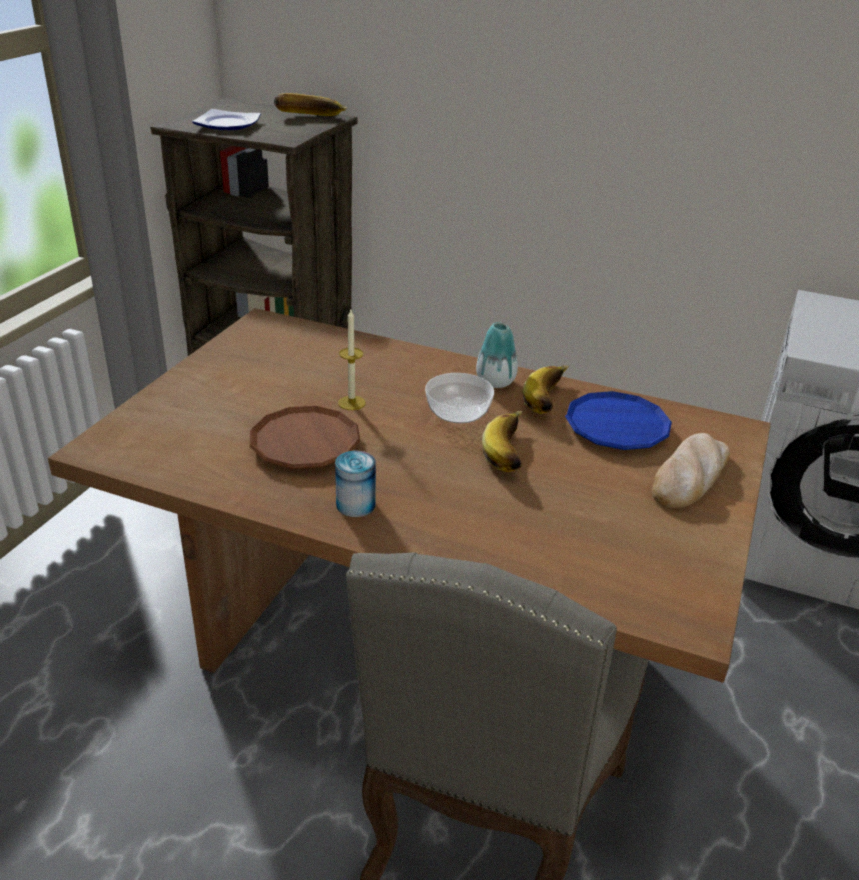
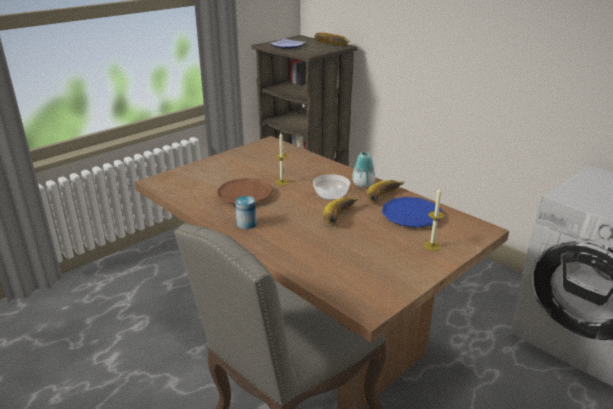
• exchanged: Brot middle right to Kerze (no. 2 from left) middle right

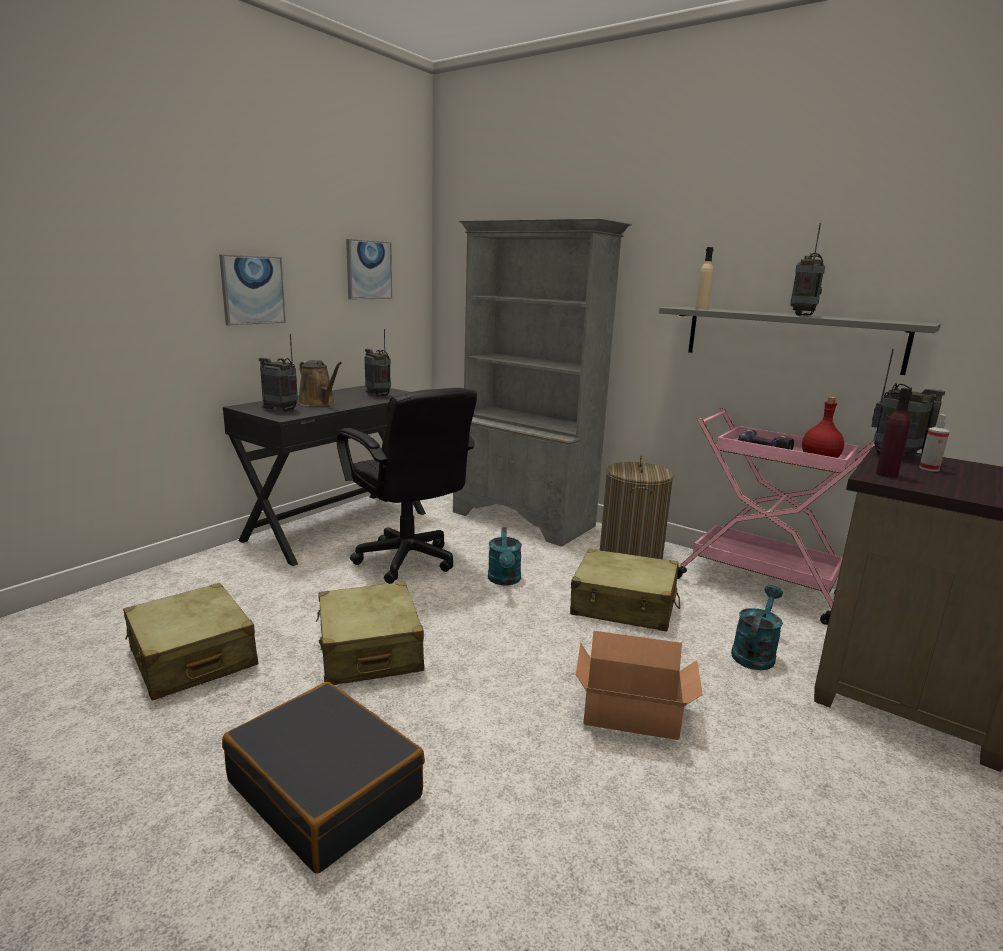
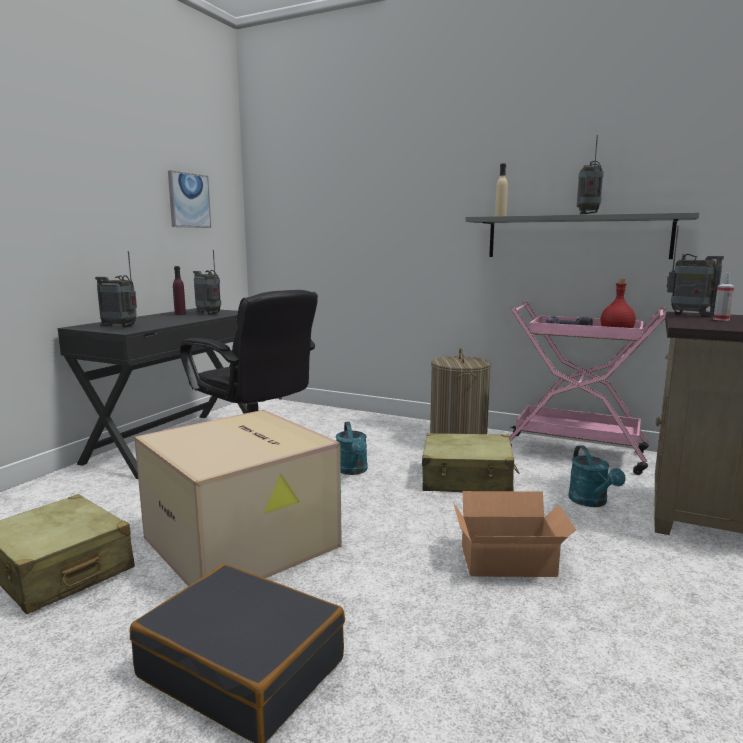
• missing: Bücherregal/grau centre
• missing: Bild (no. 1 from left) top left
• missing: Gießkanne/braun middle left
• relocated: Flasche/lila middle right to middle left
• exchanged: Koffer/beige (no. 2 from left) centre to Karton (no. 1 from left) bottom left
• spun: Gießkanne/türkis (no. 2 from left) middle right = middle right 150 degrees clockwise

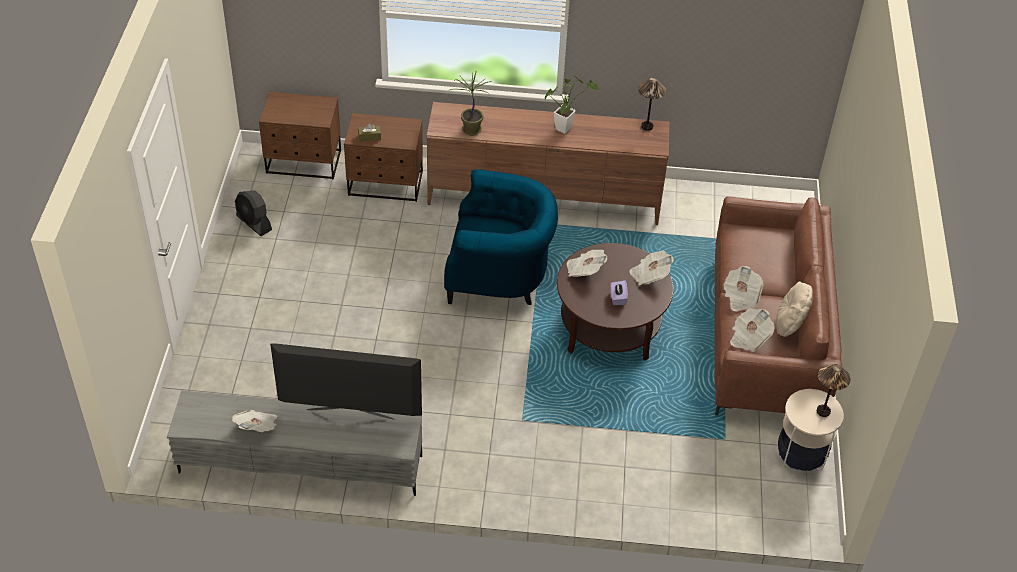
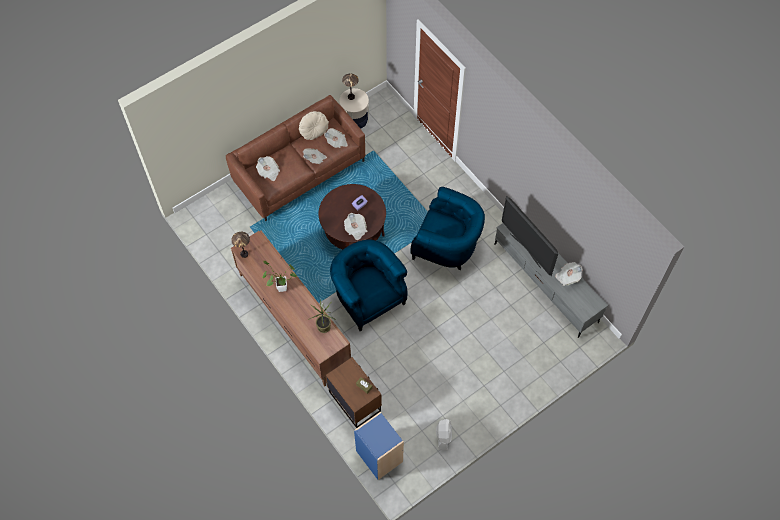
• exchanged: Nachttisch/braun (no. 1 from left) top left to Bücherregal/blau bottom centre
• colour: Ventilator/schwarz middle left to Ventilator/weiß bottom centre
• relocated: Zeitung (no. 3 from left in the first image) centre to Zeitung (no. 1 from left) top centre
• appeared: Sessel/blau (no. 2 from left) centre

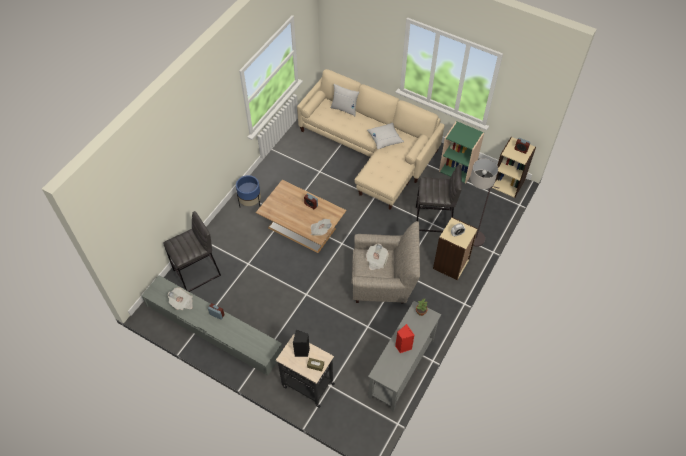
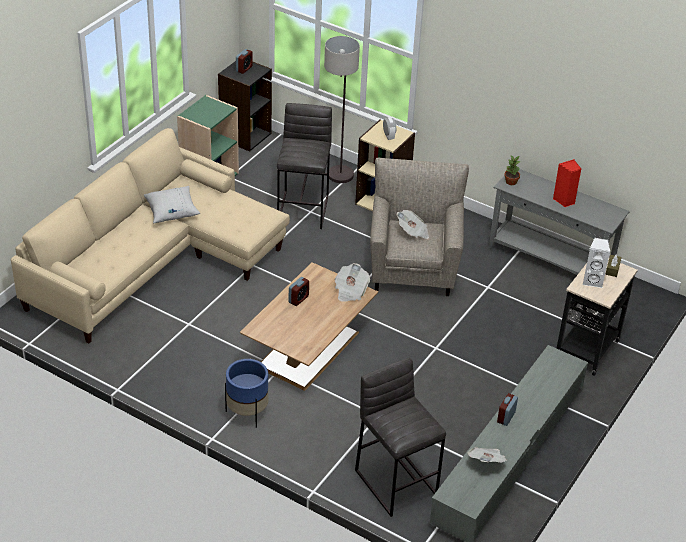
• missing: Kissen/grau (no. 1 from left) top centre
• colour: Bücherregal/beige (no. 2 from left) middle right to Bücherregal/schwarz top centre
• colour: Lautsprecher/schwarz bottom centre to Lautsprecher/weiß middle right

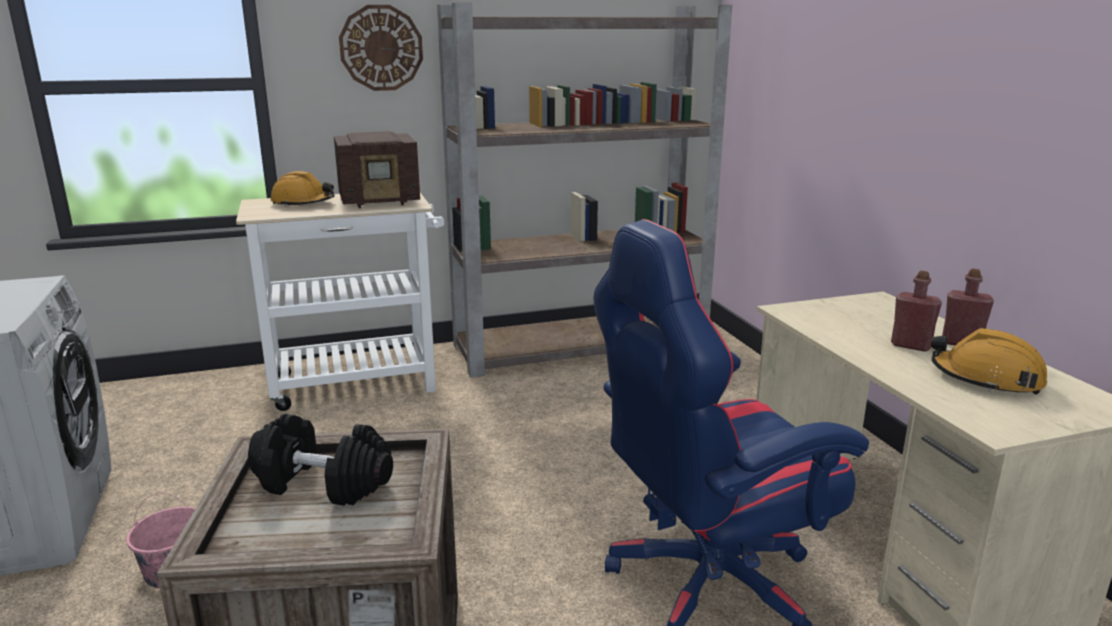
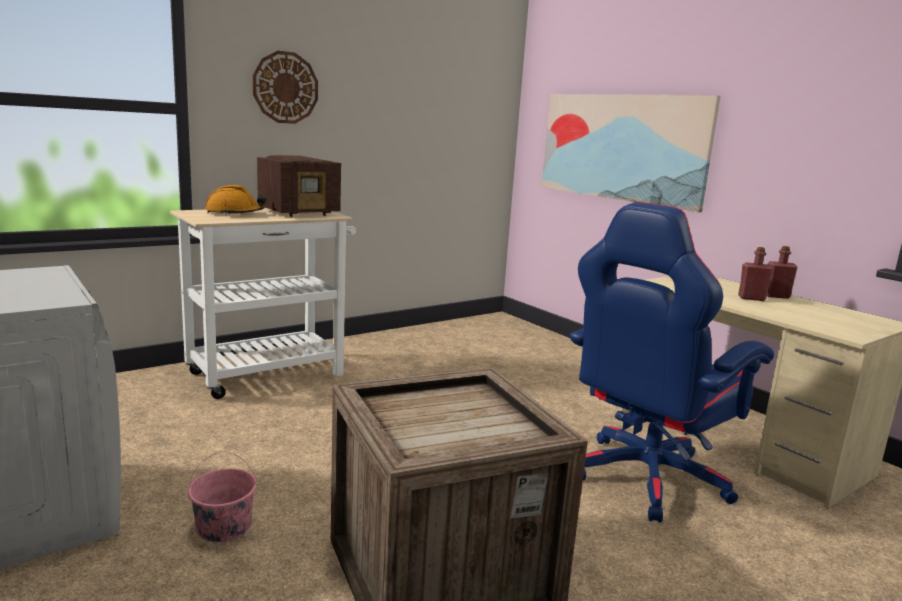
• missing: Bücherregal/braun top centre
• missing: Schutzhelm/orange (no. 2 from left) middle right
• missing: Hantel/schwarz bottom left
• appeared: Bild top right

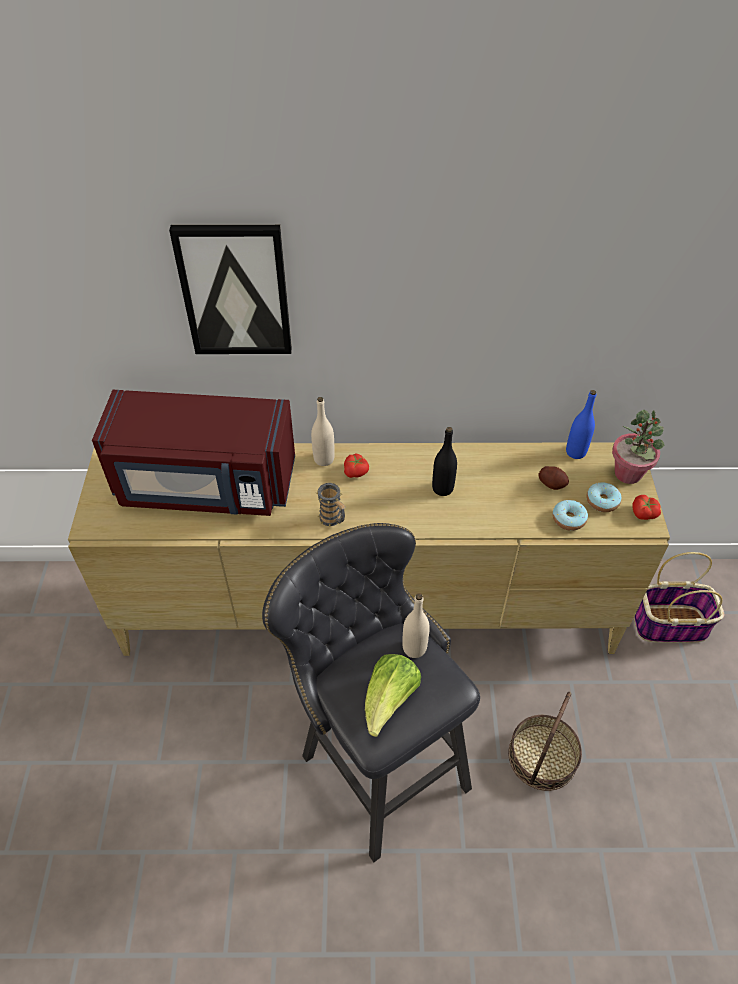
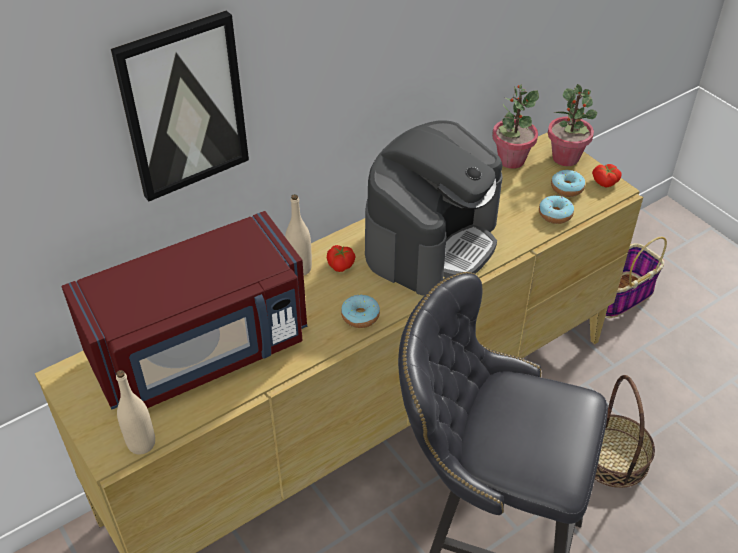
• exchanged: Flasche/blau middle right to Topfpflanze (no. 1 from left) top right
• exchanged: Flasche/schwarz centre to Kaffeemaschine centre
• missing: Kartoffel middle right
• exchanged: Henkelbecher centre to Donut (no. 1 from left) centre
• relocated: Flasche/beige (no. 2 from left in the first image) centre to Flasche/beige (no. 1 from left) bottom left
• missing: Salatkopf bottom centre

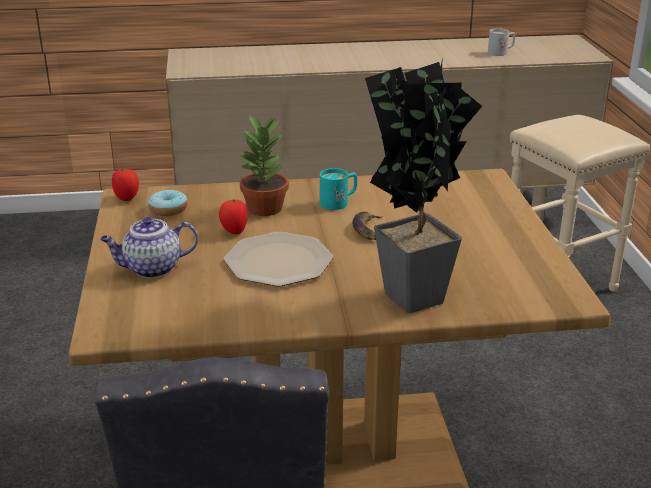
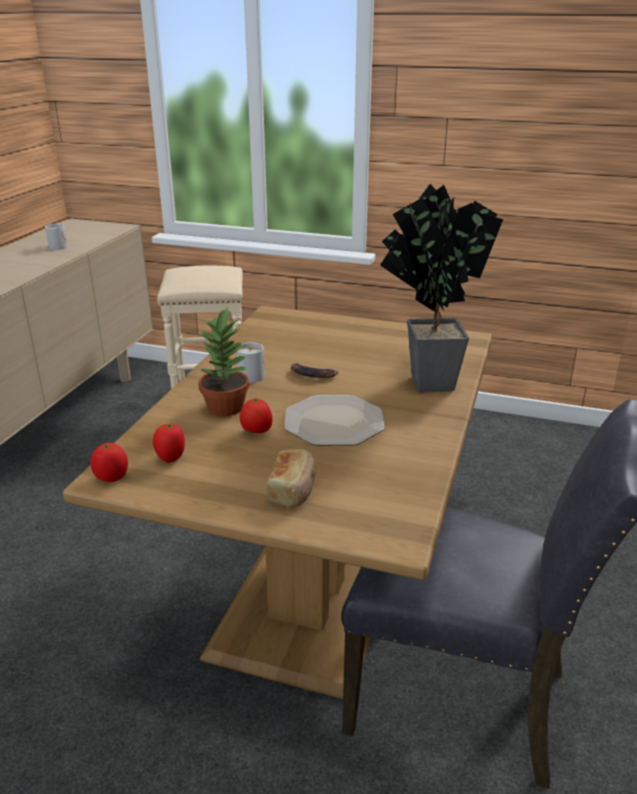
• colour: Henkelbecher/türkis centre to Henkelbecher/weiß (no. 2 from left) centre
• exchanged: Donut middle left to Tomate (no. 2 from left) middle left
• exchanged: Teekanne middle left to Brot centre

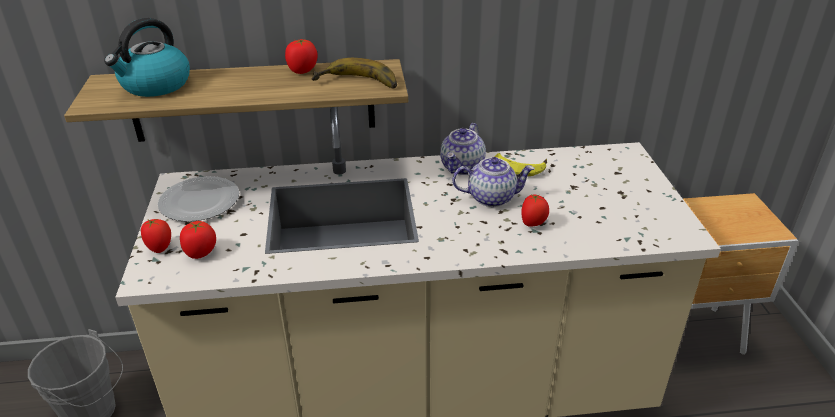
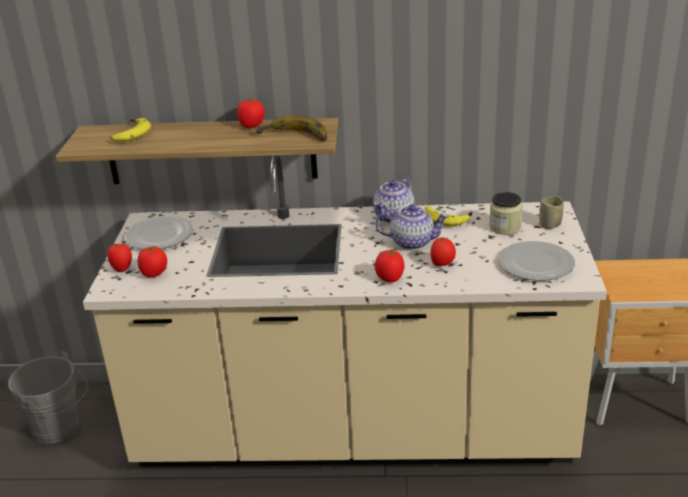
• exchanged: Wasserkessel top left to Banane (no. 1 from left) top left
• appeared: Vorratsglas middle right
• appeared: Tasse middle right
• appeared: Teller (no. 2 from left) middle right
• appeared: Tomate (no. 4 from left) centre

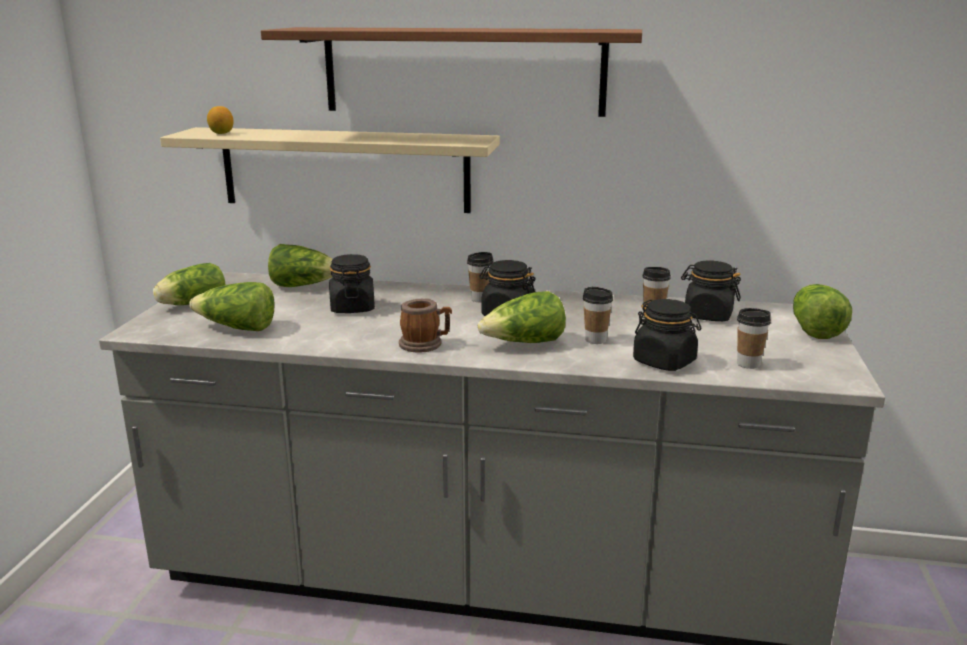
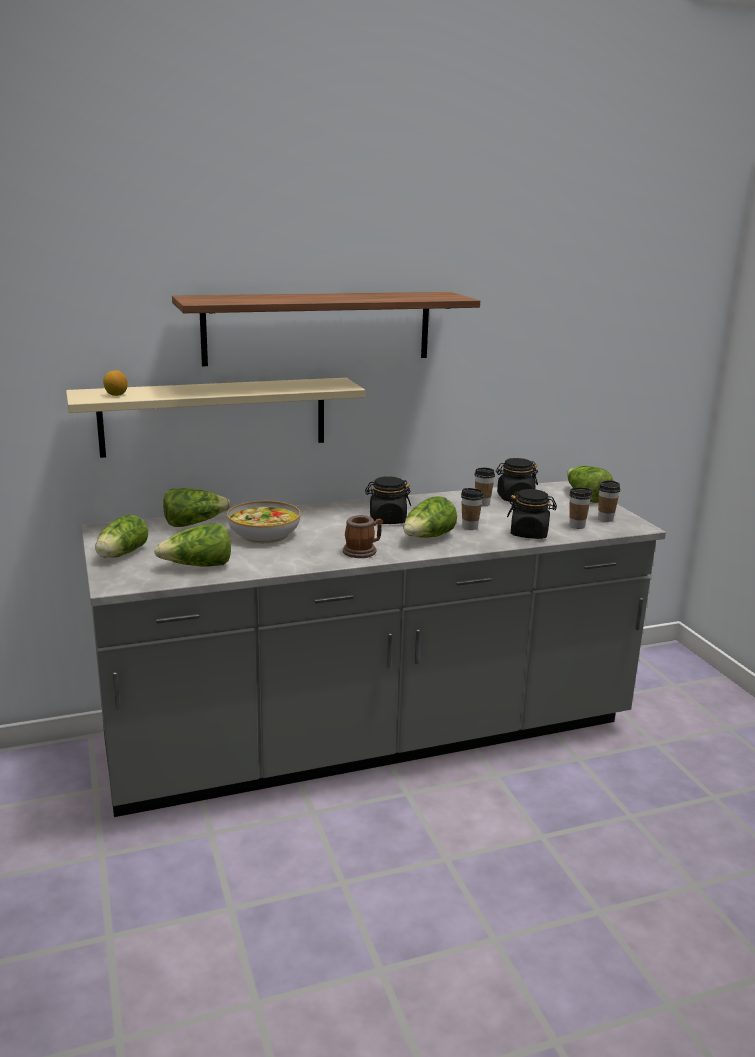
• relocated: Tasse (no. 1 from left in the first image) centre to Tasse (no. 4 from left) middle right
• exchanged: Vorratsglas/schwarz (no. 1 from left) centre to Schüssel centre

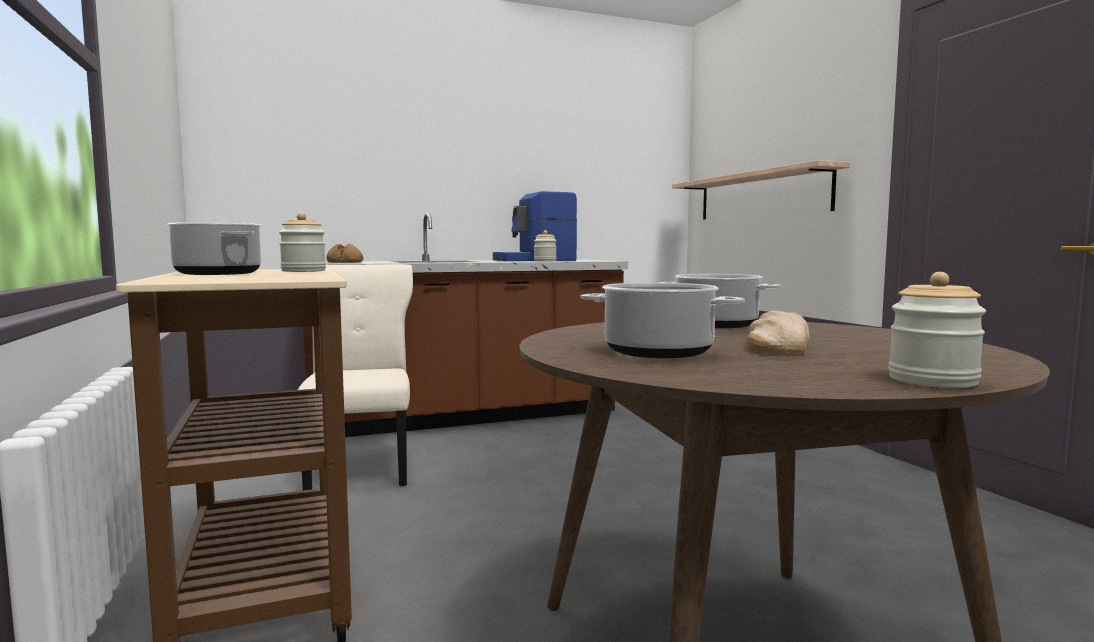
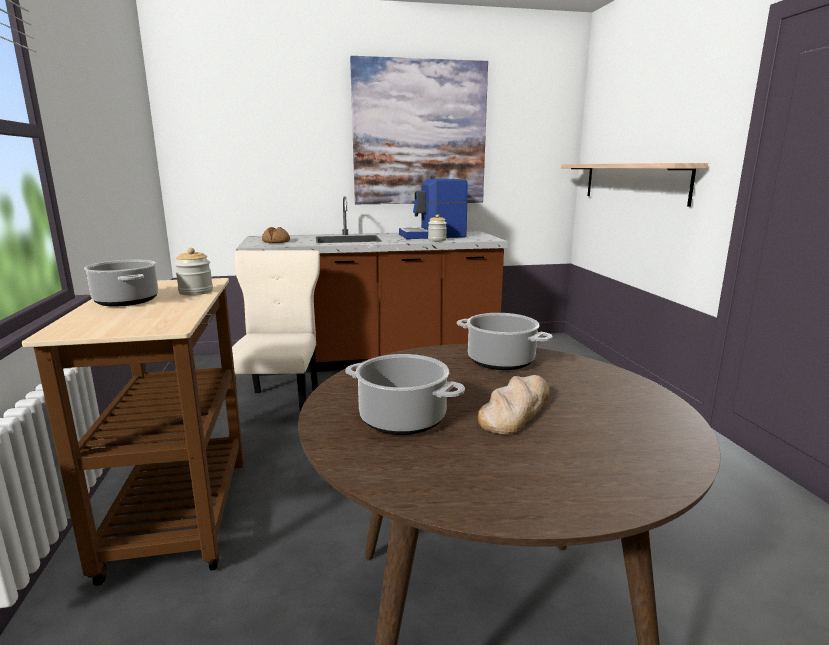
• missing: Vorratsglas (no. 3 from left) middle right
• appeared: Bild top centre

